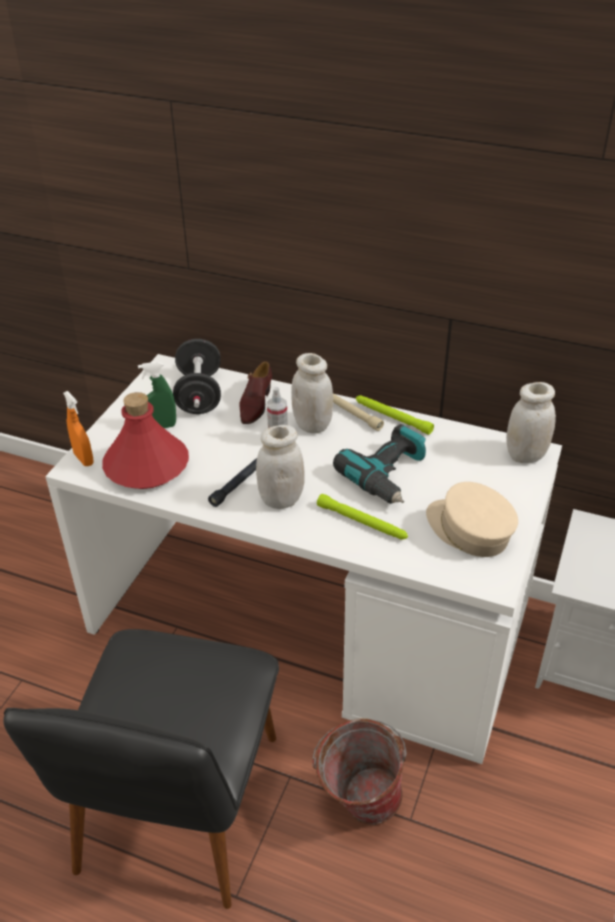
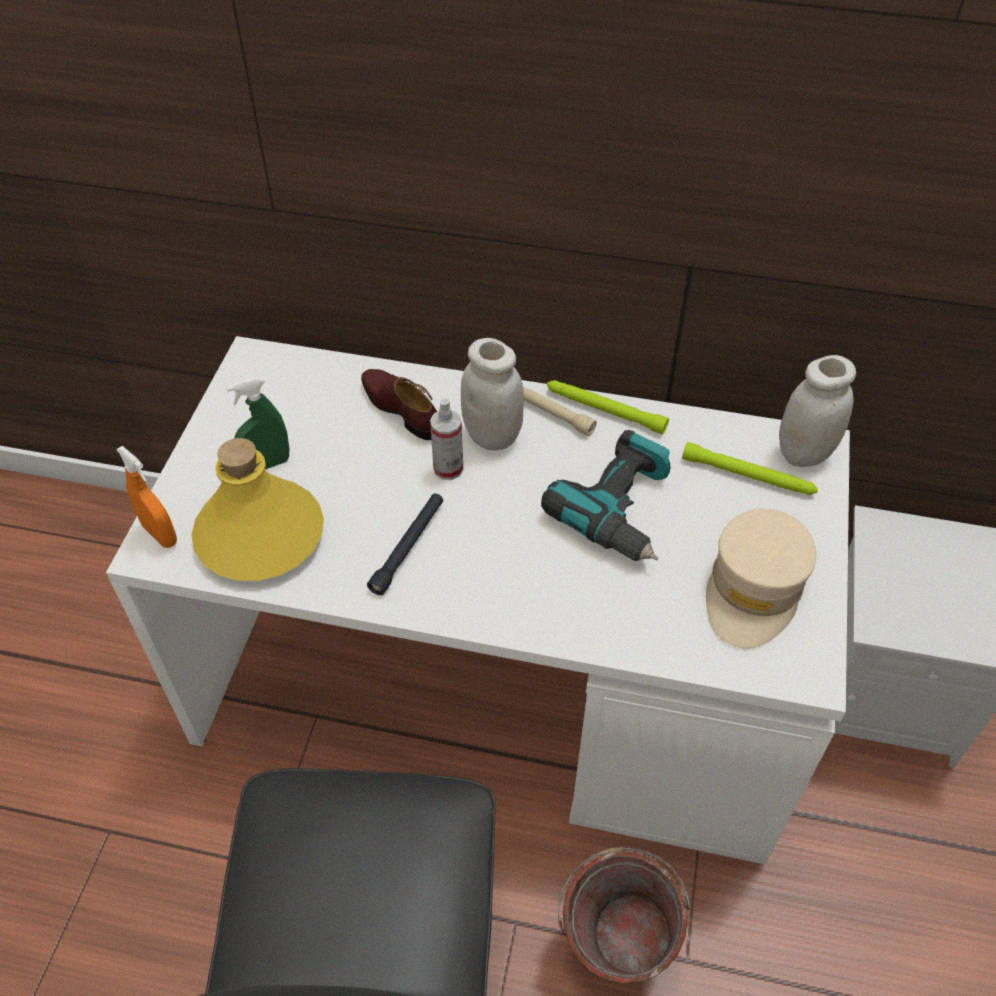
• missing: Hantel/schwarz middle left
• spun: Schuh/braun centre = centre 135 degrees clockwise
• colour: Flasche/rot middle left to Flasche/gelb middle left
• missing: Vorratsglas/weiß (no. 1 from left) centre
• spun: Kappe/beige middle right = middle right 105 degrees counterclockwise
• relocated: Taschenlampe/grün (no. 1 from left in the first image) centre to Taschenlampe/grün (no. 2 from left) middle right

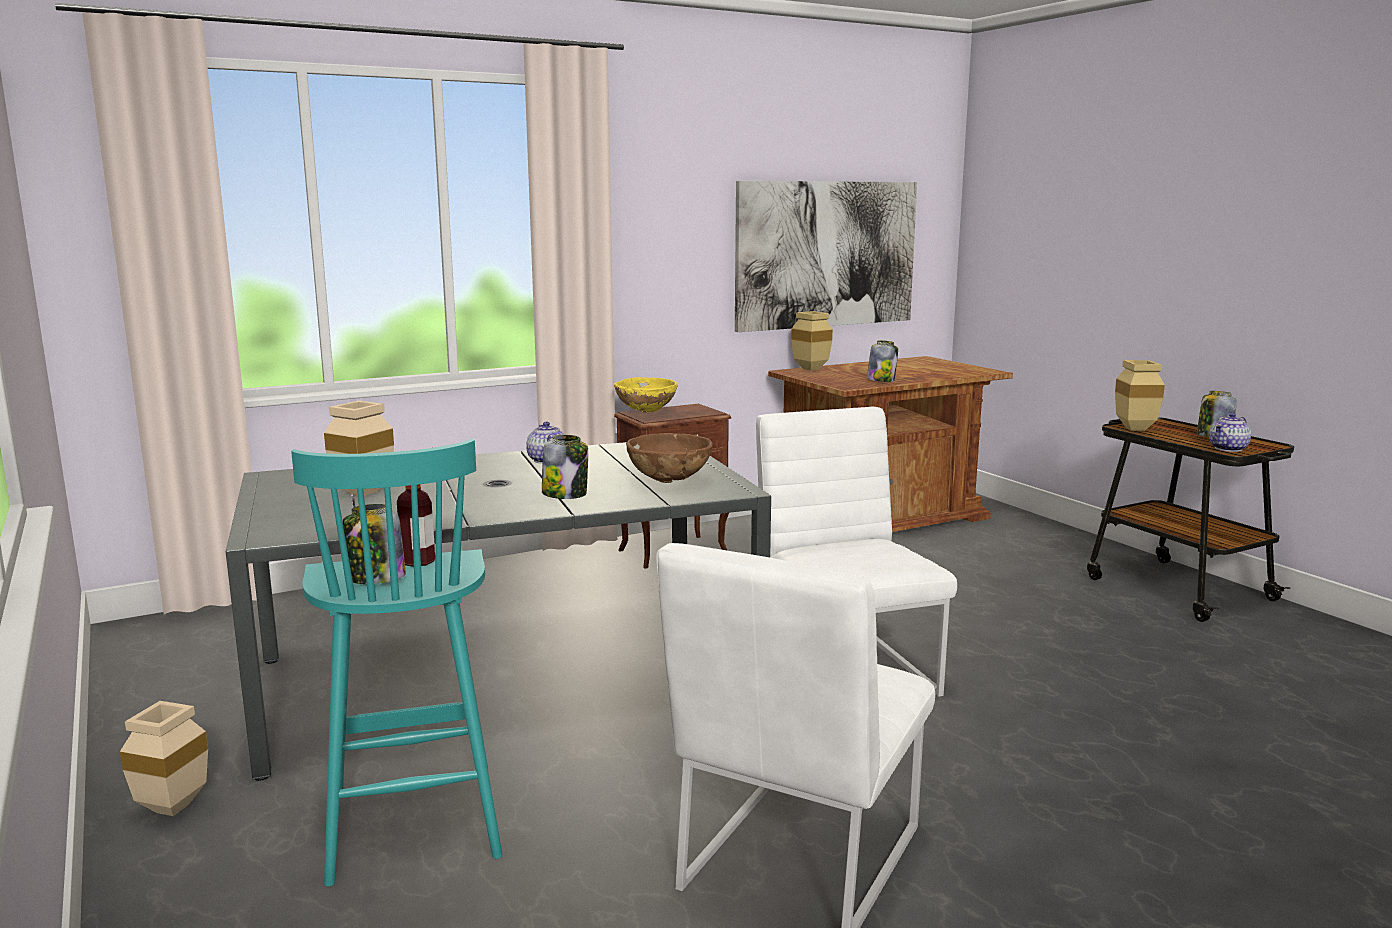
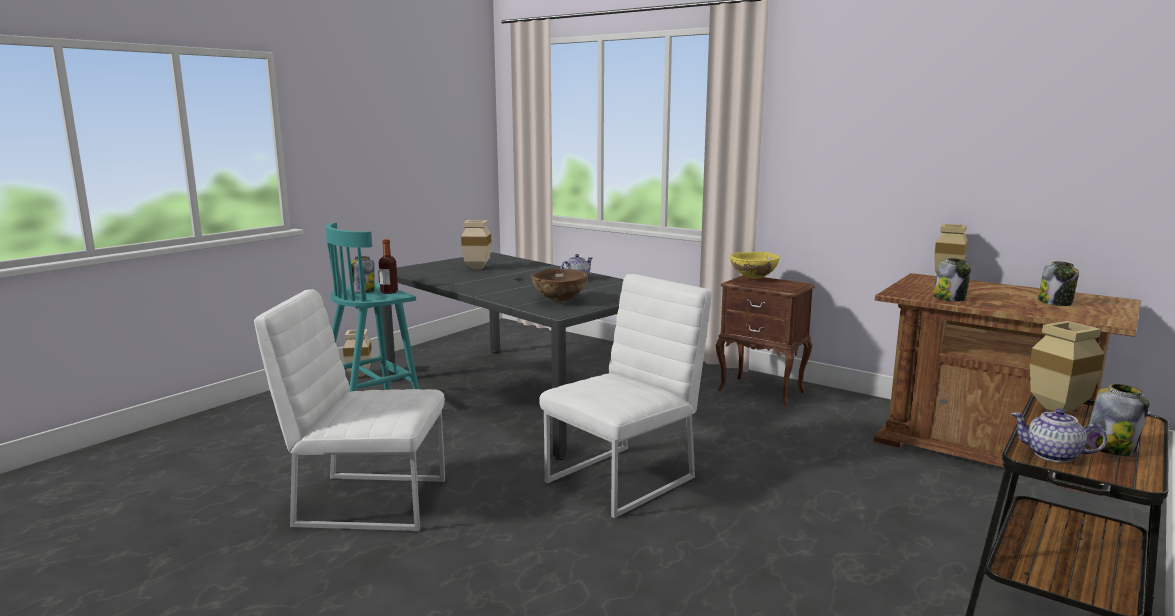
• missing: Bild top centre
• relocated: Vorratsglas (no. 2 from left in the first image) centre to Vorratsglas (no. 3 from left) middle right

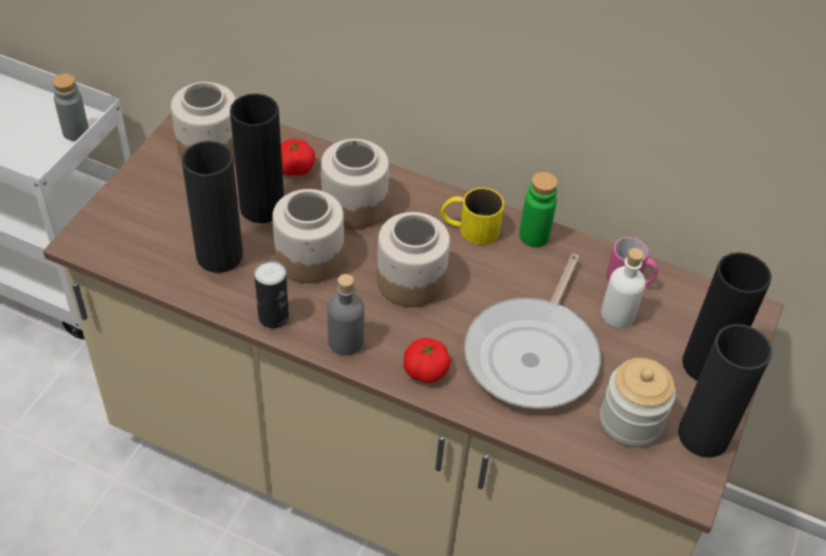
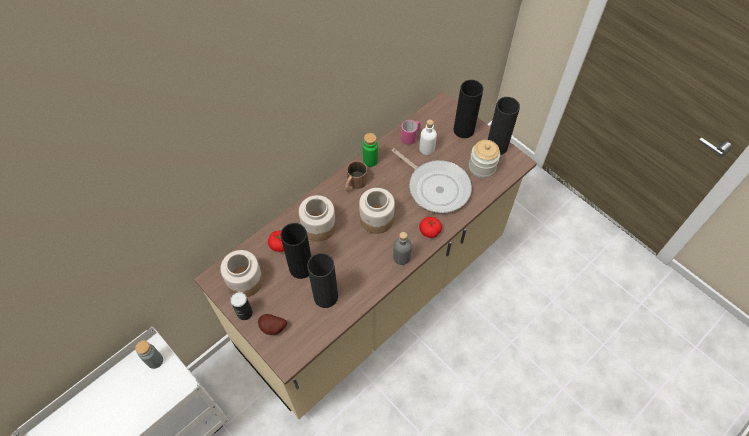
• colour: Henkelbecher/gelb centre to Henkelbecher/braun centre
• missing: Vorratsglas (no. 2 from left) centre
• relocated: Dose middle left to bottom left
• appeared: Kartoffel bottom centre

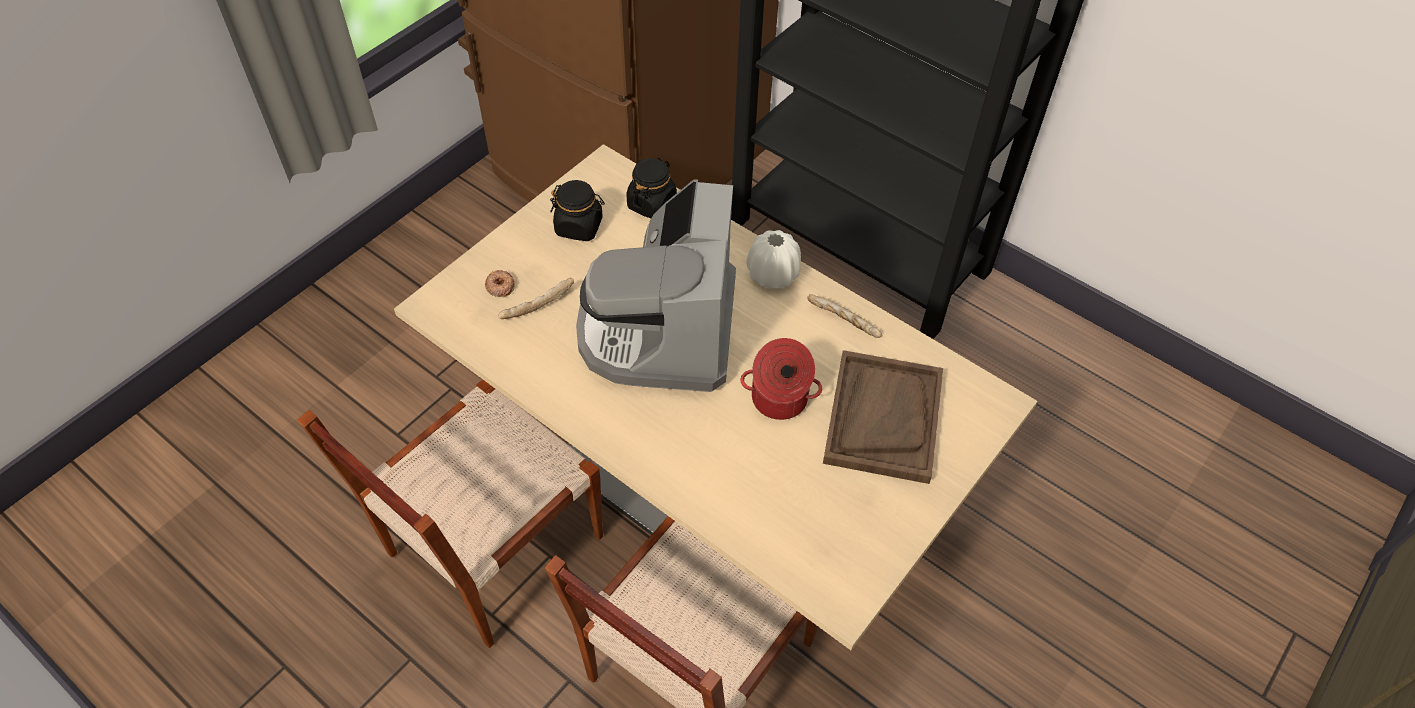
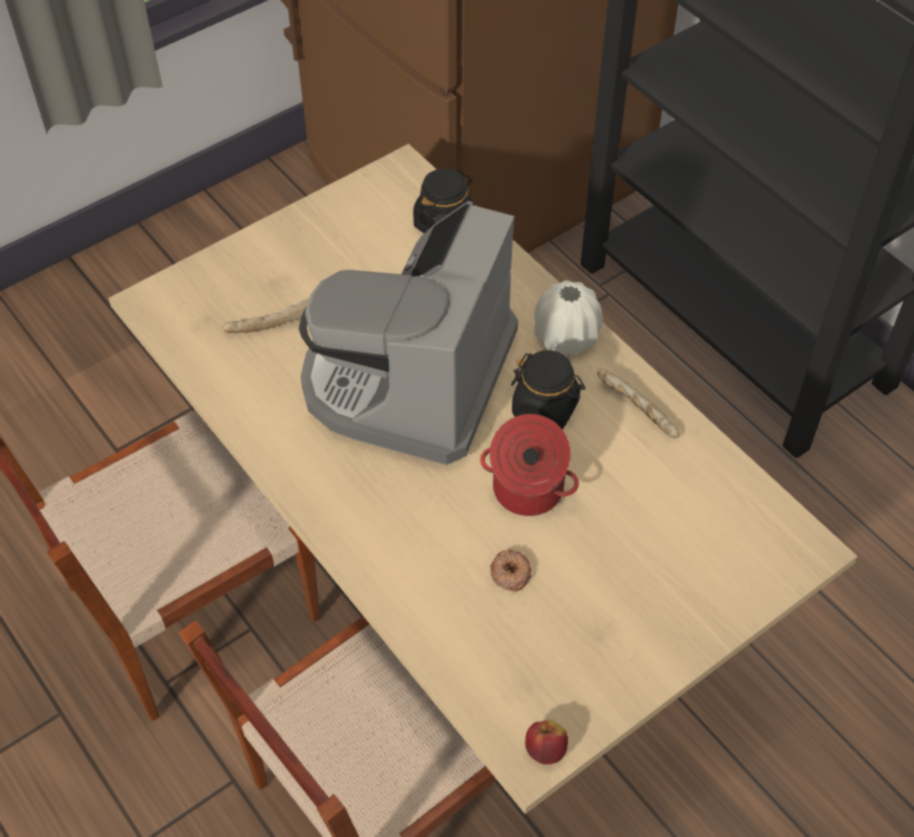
• relocated: Vorratsglas/schwarz (no. 1 from left in the first image) top centre to Vorratsglas/schwarz (no. 2 from left) centre
• relocated: Donut centre to bottom centre
• missing: Tablett/braun centre
• appeared: Apfel bottom centre

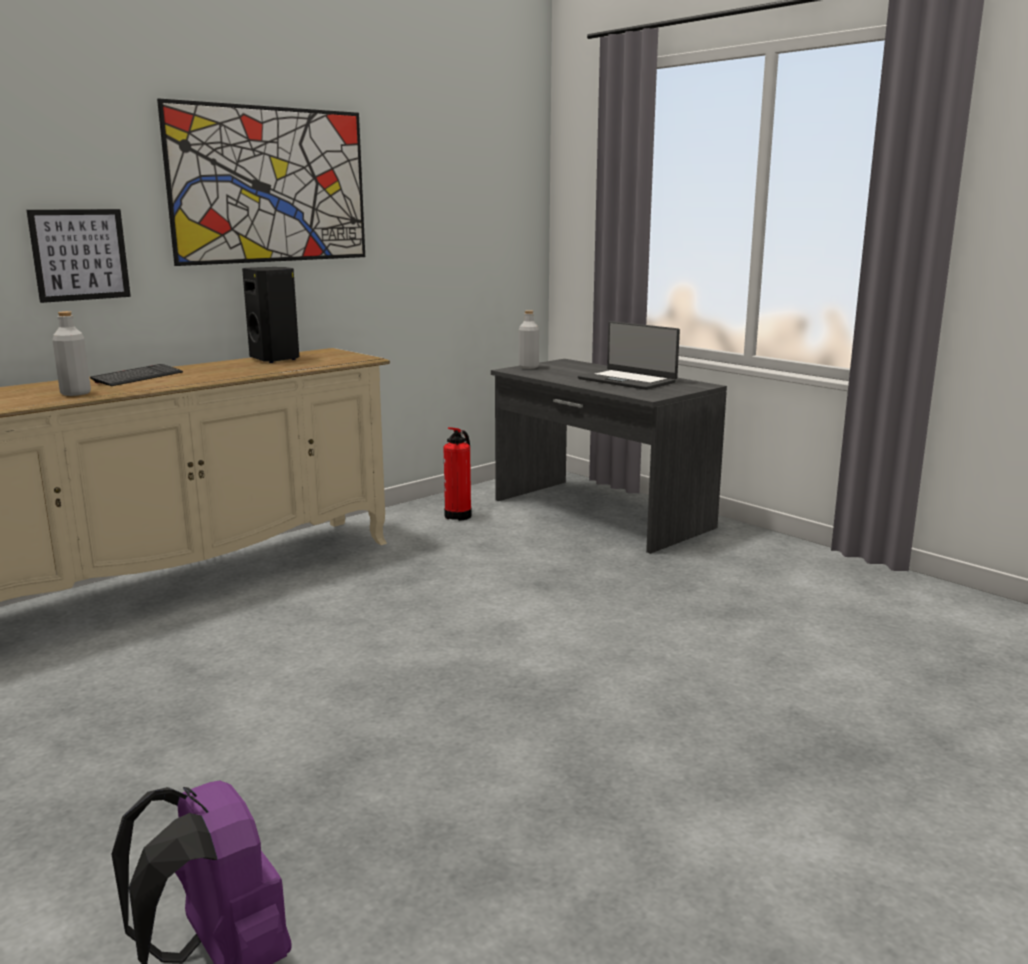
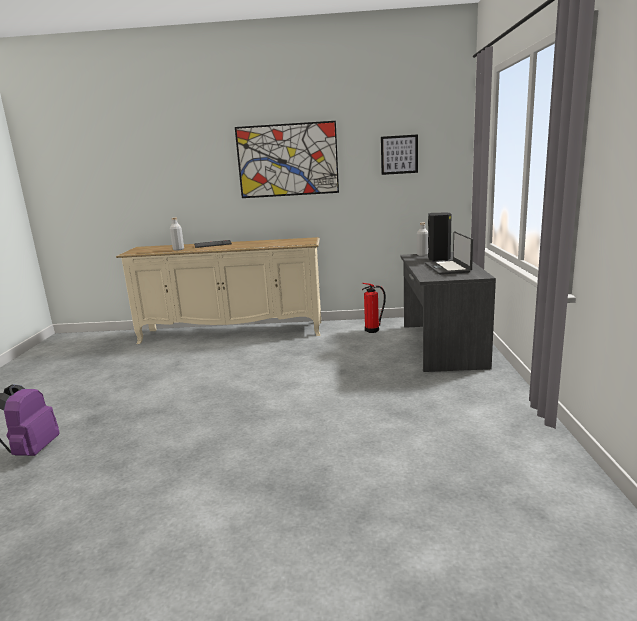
• relocated: Bild (no. 1 from left in the first image) top left to Bild (no. 2 from left) top centre
• relocated: Lautsprecher/schwarz top left to middle right

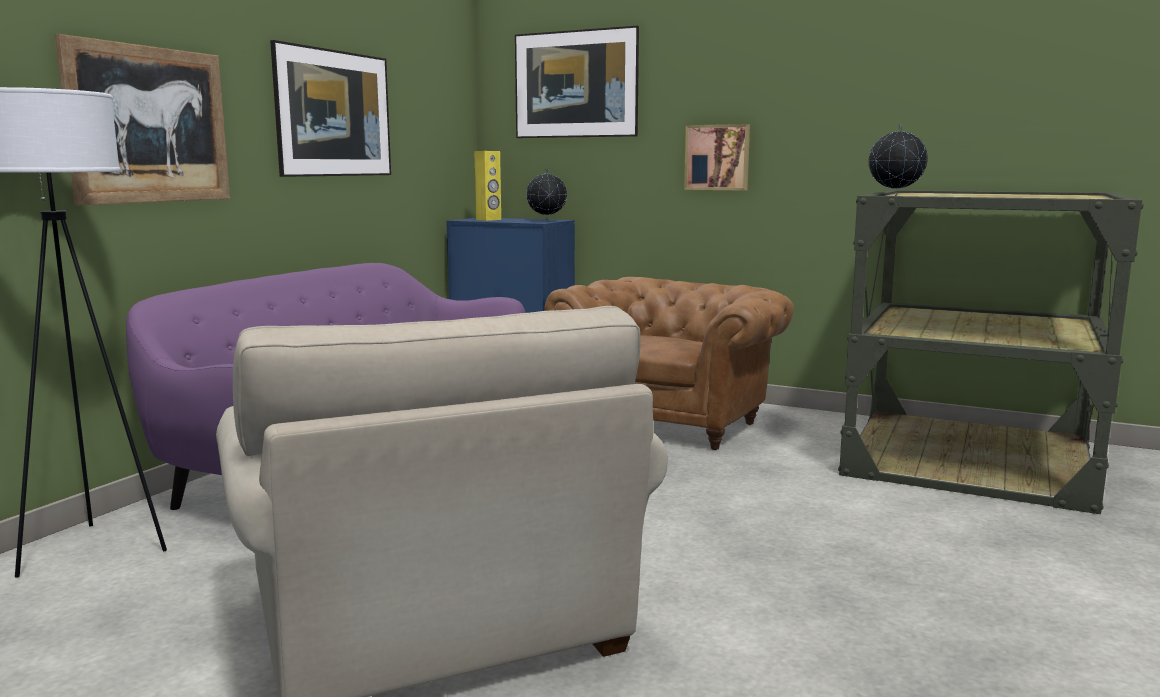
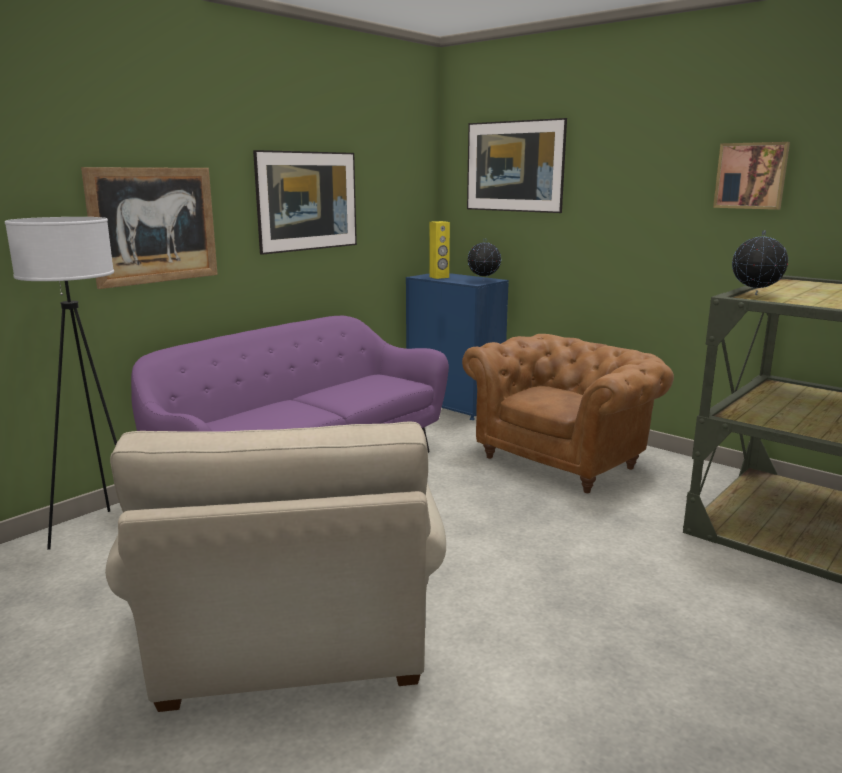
• relocated: Bild (no. 4 from left) top centre to top right

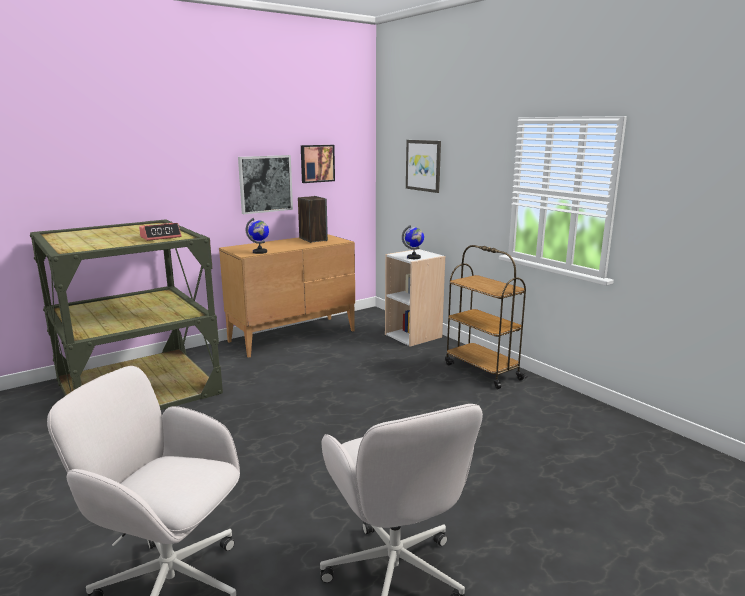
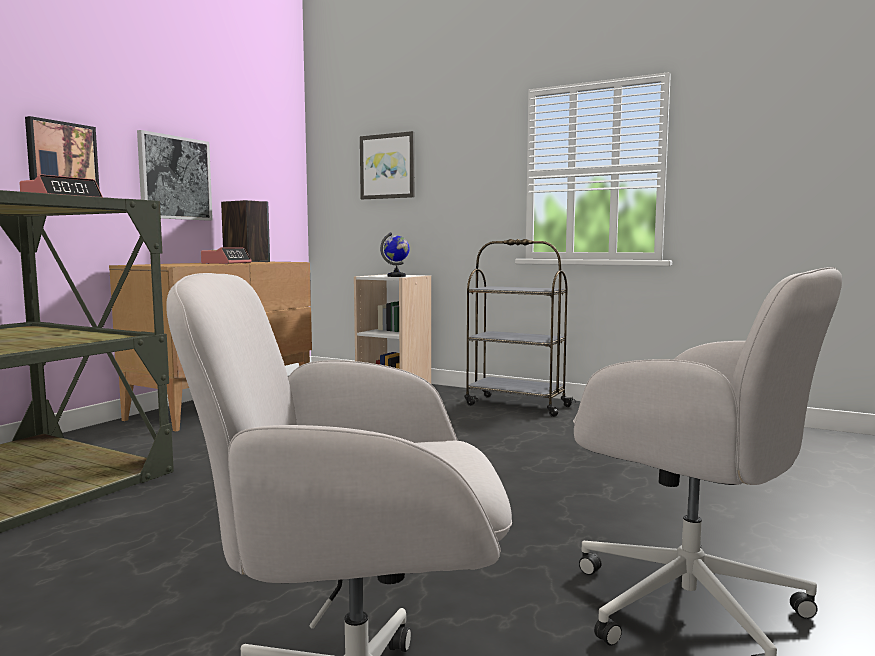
• relocated: Bild (no. 2 from left in the first image) top centre to Bild (no. 1 from left) top left
• missing: Globus (no. 1 from left) centre
• colour: Rollwagen/braun centre to Rollwagen/grau centre
• appeared: Wecker (no. 2 from left) middle left

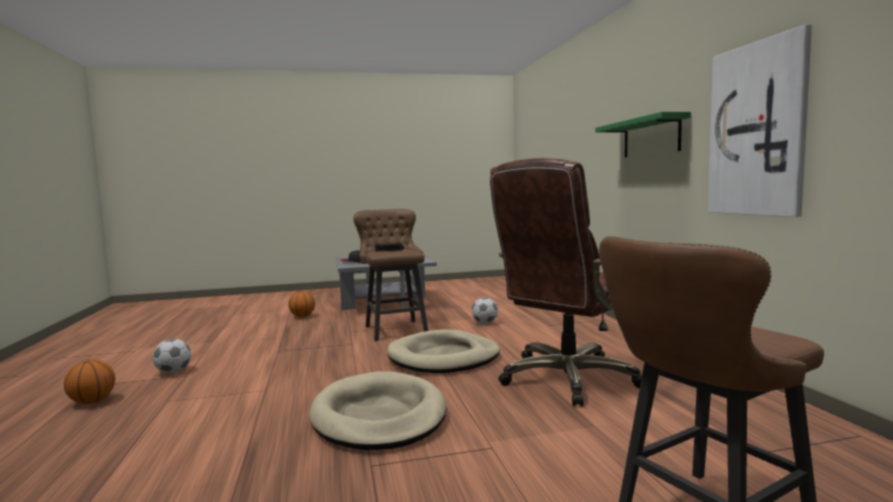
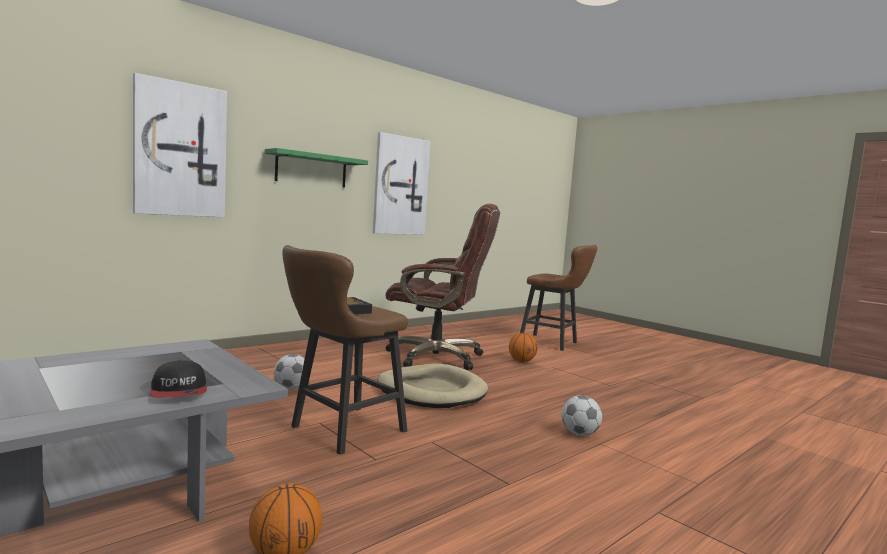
• relocated: Fußball (no. 1 from left in the first image) bottom left to Fußball (no. 2 from left) bottom centre
• relocated: Basketball (no. 1 from left in the first image) bottom left to Basketball (no. 2 from left) centre
• missing: Hundebett/beige (no. 1 from left) bottom centre
• appeared: Bild (no. 1 from left) top left

